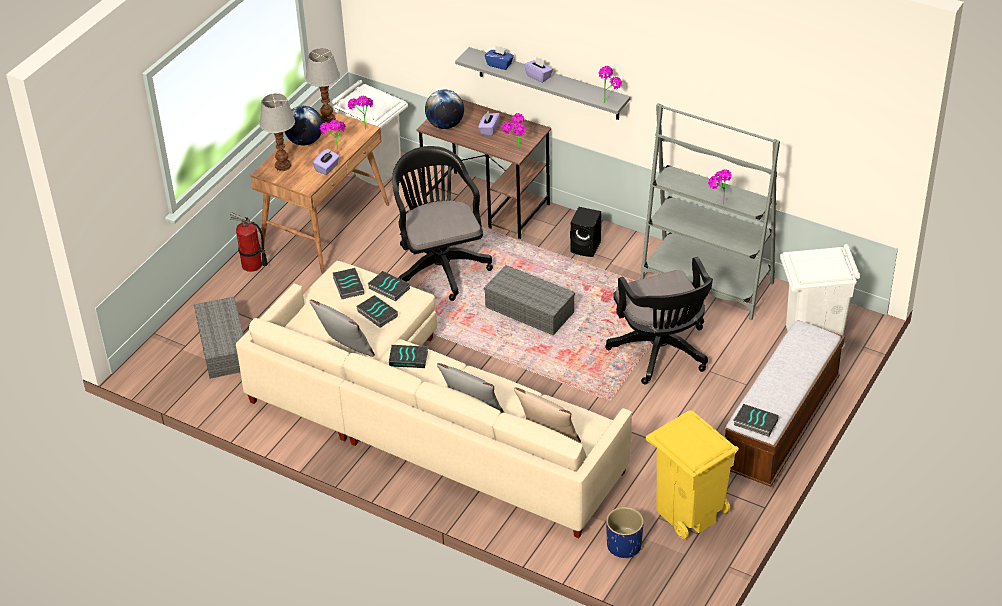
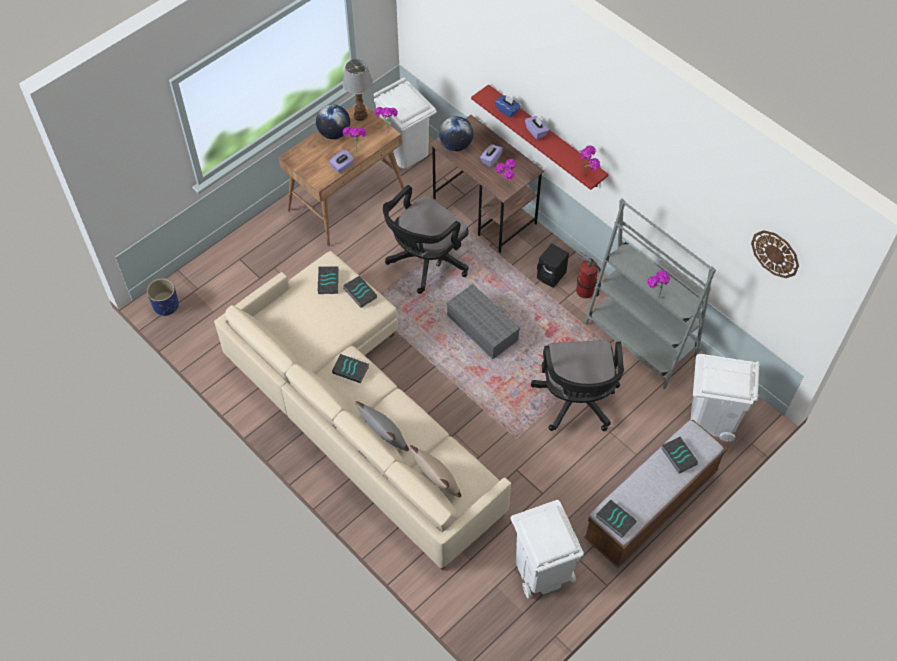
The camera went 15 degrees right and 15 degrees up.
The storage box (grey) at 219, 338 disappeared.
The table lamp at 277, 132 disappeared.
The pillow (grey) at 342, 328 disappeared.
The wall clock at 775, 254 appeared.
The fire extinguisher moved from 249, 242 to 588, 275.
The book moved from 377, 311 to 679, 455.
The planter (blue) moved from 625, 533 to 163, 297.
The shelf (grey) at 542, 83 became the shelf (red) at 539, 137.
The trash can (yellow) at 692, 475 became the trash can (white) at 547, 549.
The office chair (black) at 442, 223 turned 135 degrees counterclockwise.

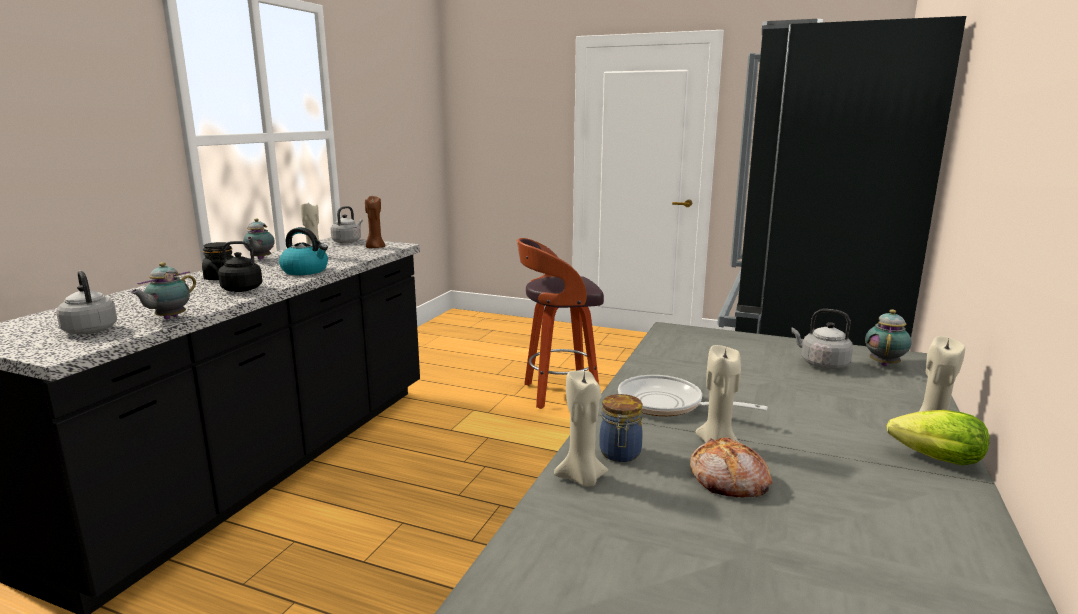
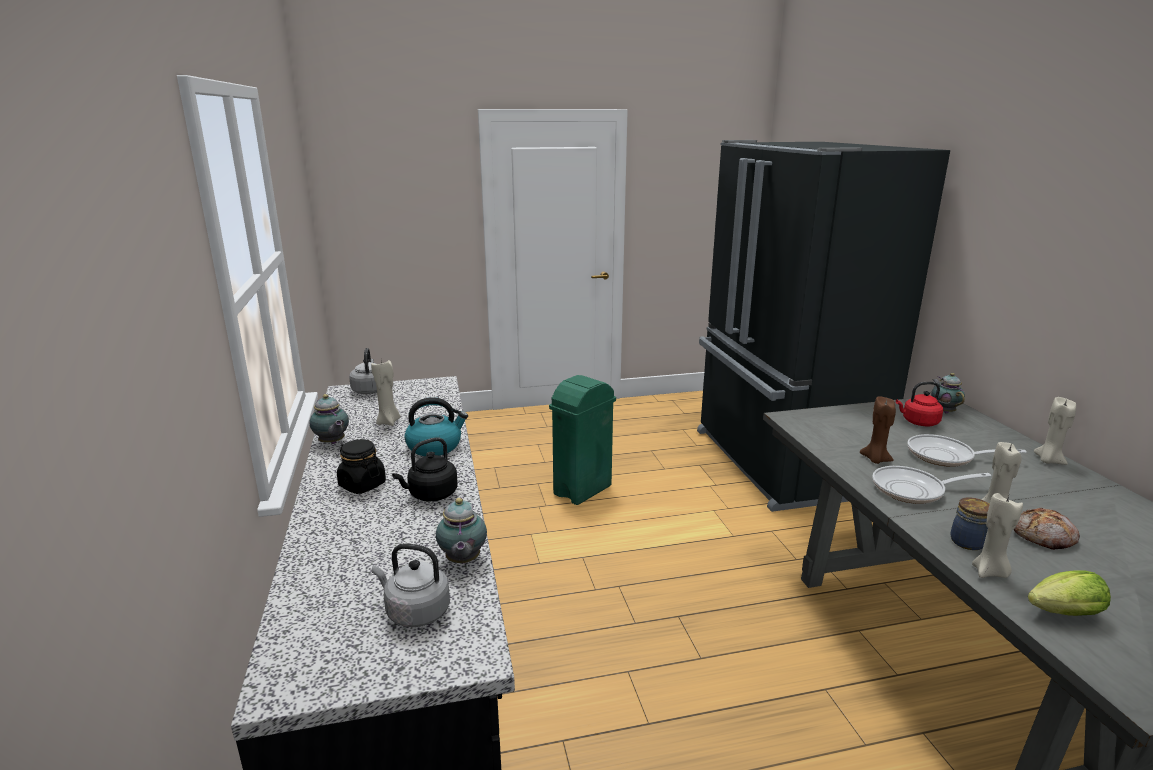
The camera went 35 degrees left and 5 degrees up.
The frying pan at 967, 450 appeared.
The candle (brown) moved from 375, 222 to 878, 430.
The lettuce moved from 938, 437 to 1069, 593.
The stool at 560, 323 was replaced by the trash can (green) at 582, 440.
The kettle (grey) at 822, 339 became the kettle (red) at 919, 404.

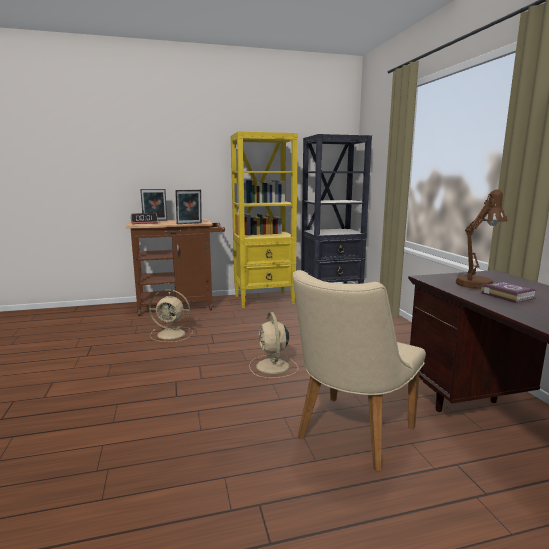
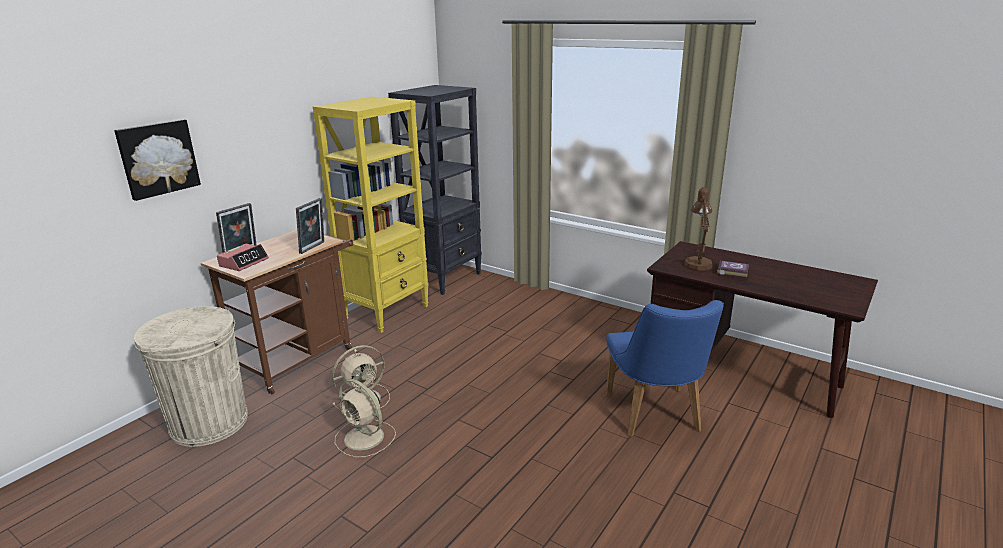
The camera went 40 degrees left and 10 degrees up.
The picture at 157, 160 appeared.
The trash can (beige) at 191, 376 appeared.
The fan (beige) moved from 273, 345 to 365, 418.
The chair (beige) at 359, 371 became the chair (blue) at 665, 368.

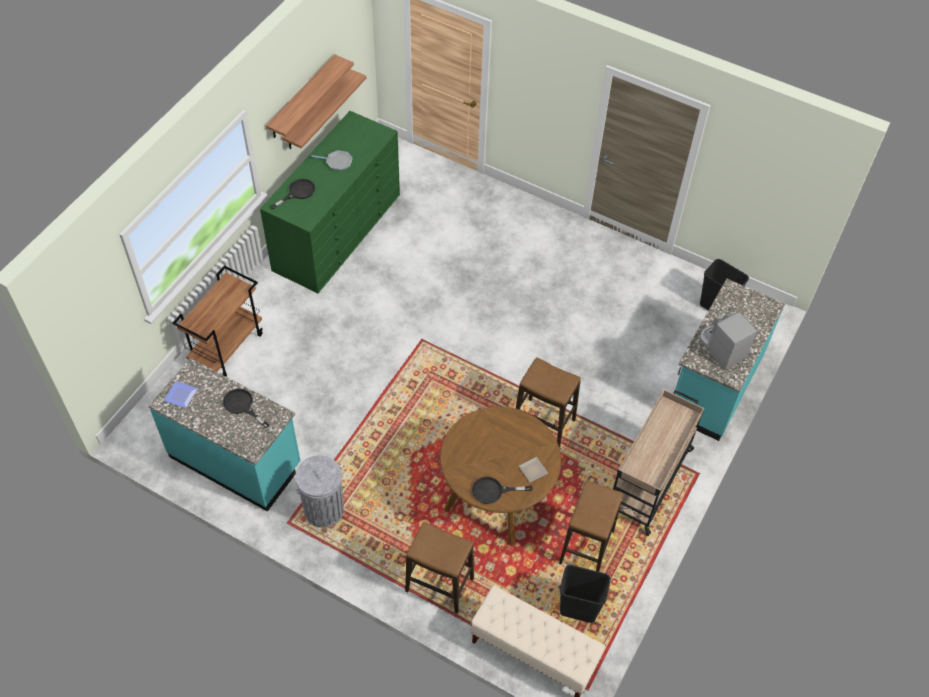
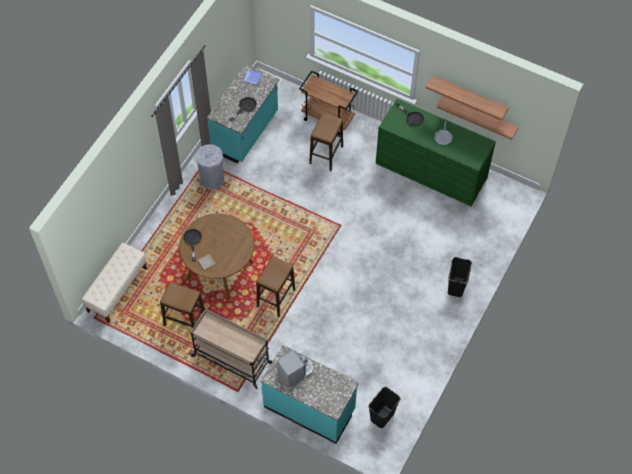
The camera went 90 degrees right and 5 degrees up.
The stool moved from 439, 568 to 326, 141.
The trash can (black) moved from 585, 594 to 460, 277.

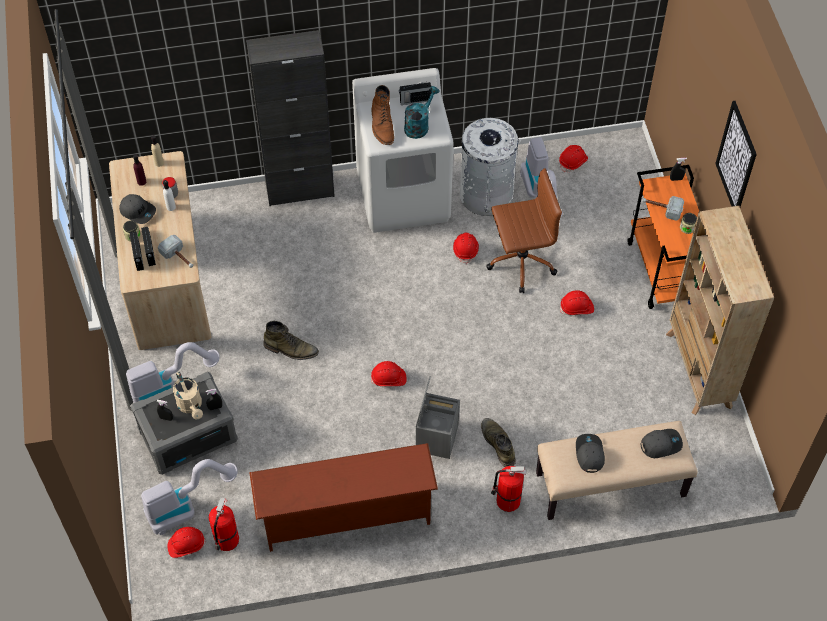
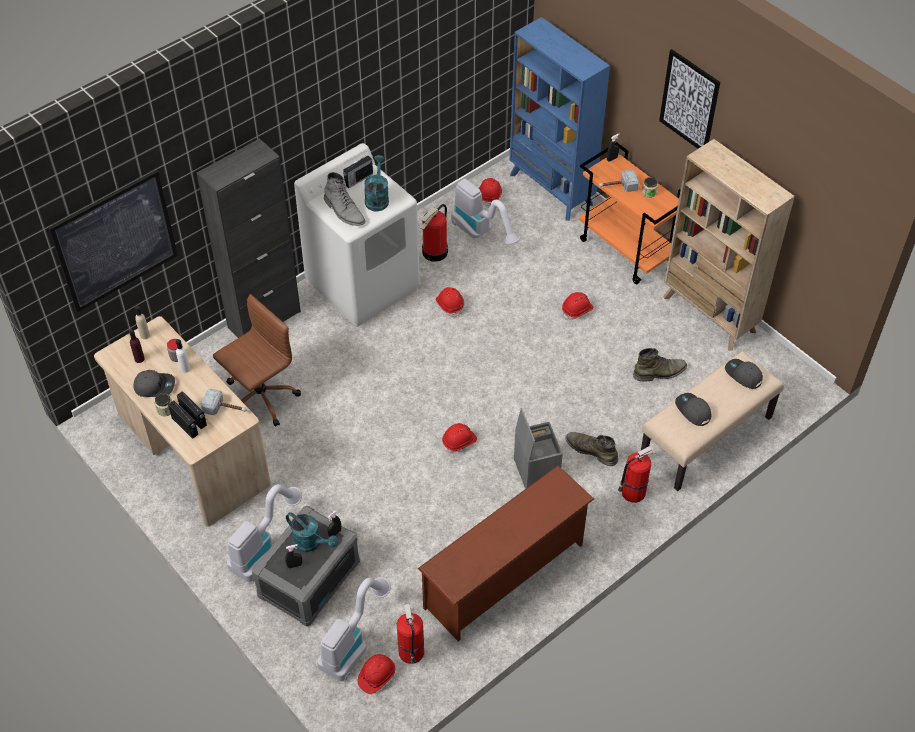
The camera went 30 degrees left and 5 degrees down.
The picture at 113, 241 appeared.
The bookcase (blue) at 559, 119 appeared.
The boot (green) moved from 291, 340 to 660, 365.
The office chair (brown) moved from 524, 230 to 257, 360.
The trash can (white) at 489, 167 was replaced by the fire extinguisher at 434, 233.
The watering can (beige) at 188, 396 became the watering can (turquoise) at 312, 532.
The boot (brown) at 382, 115 became the boot (grey) at 345, 199.
The cap (grey) at 661, 443 turned 90 degrees counterclockwise.

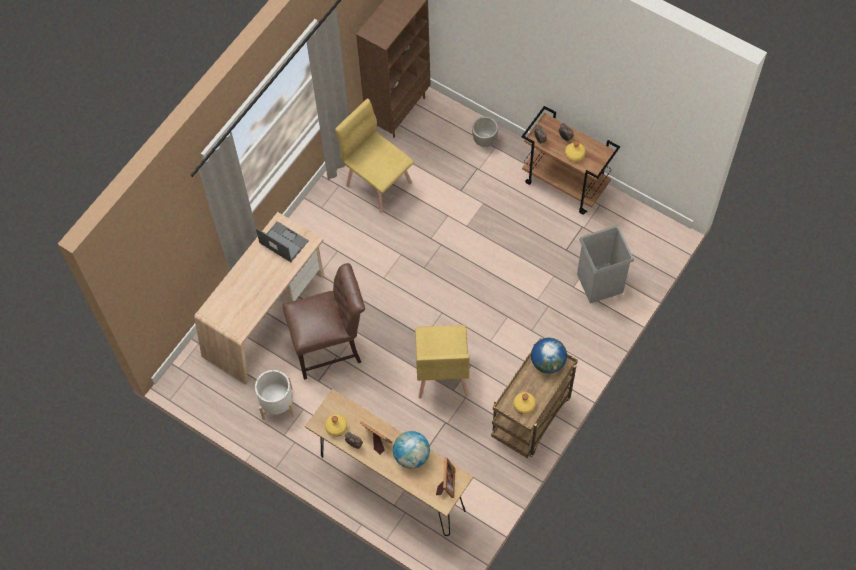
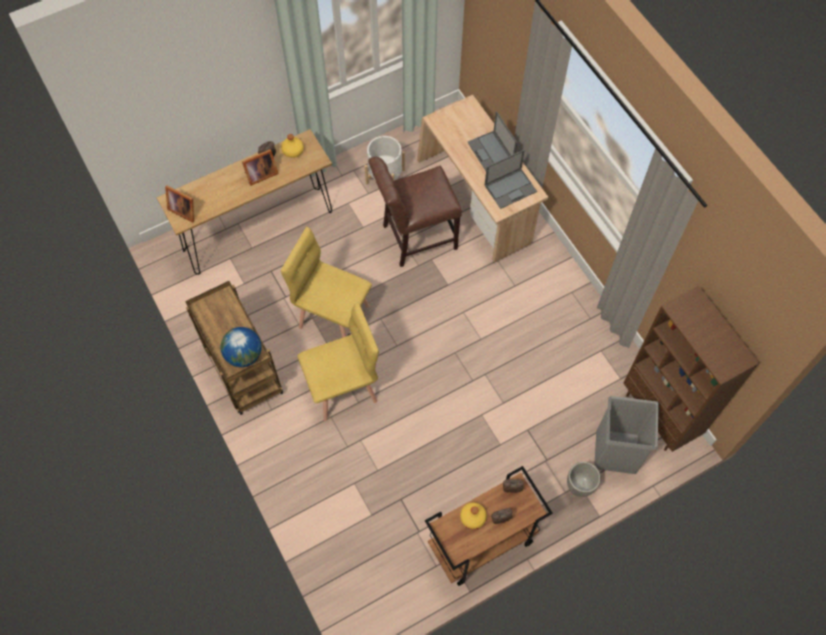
The camera went 115 degrees right and 0 degrees up.
The globe at 411, 450 disappeared.
The bottle (yellow) at 524, 403 disappeared.
The laptop at 492, 141 appeared.
The chair (yellow) moved from 374, 156 to 338, 362.
The trash can (grey) moved from 605, 264 to 626, 435.
The chair (brown) at 324, 321 turned 60 degrees clockwise.

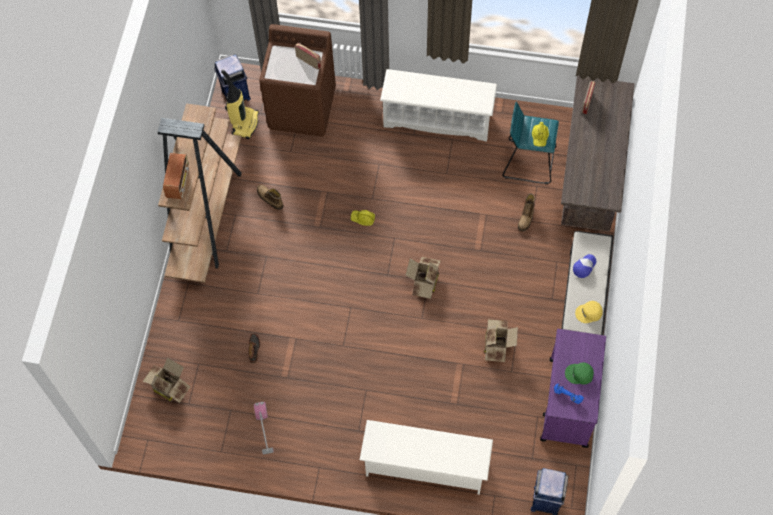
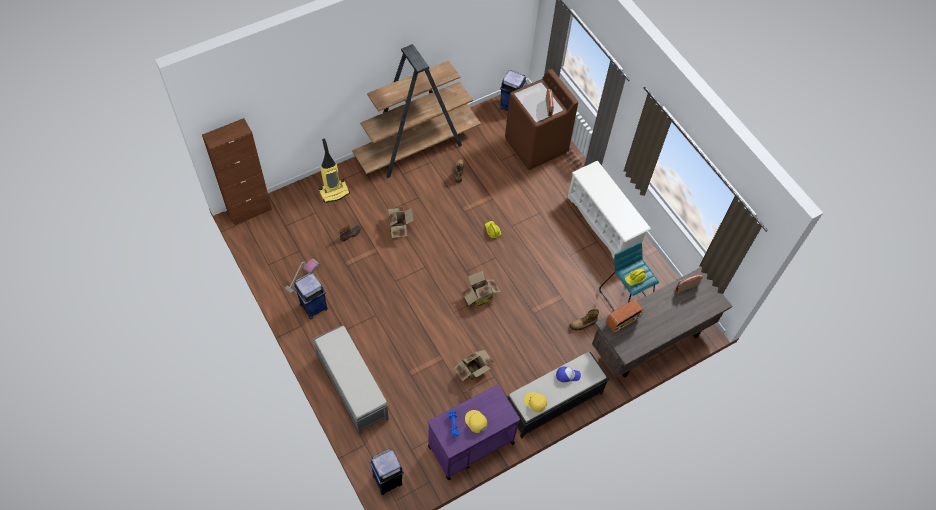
The camera went 45 degrees right and 5 degrees down.
The cabinet (brown) at 237, 172 appeared.
The trash can (blue) at 311, 295 appeared.
The cardboard box moved from 166, 380 to 401, 222.
The radio moved from 176, 176 to 624, 316.
The vacuum cleaner moved from 240, 104 to 334, 171.
The shoe rack (white) at 426, 457 was replaced by the bench (grey) at 350, 380.
The cap (green) at 579, 373 became the cap (yellow) at 476, 421.

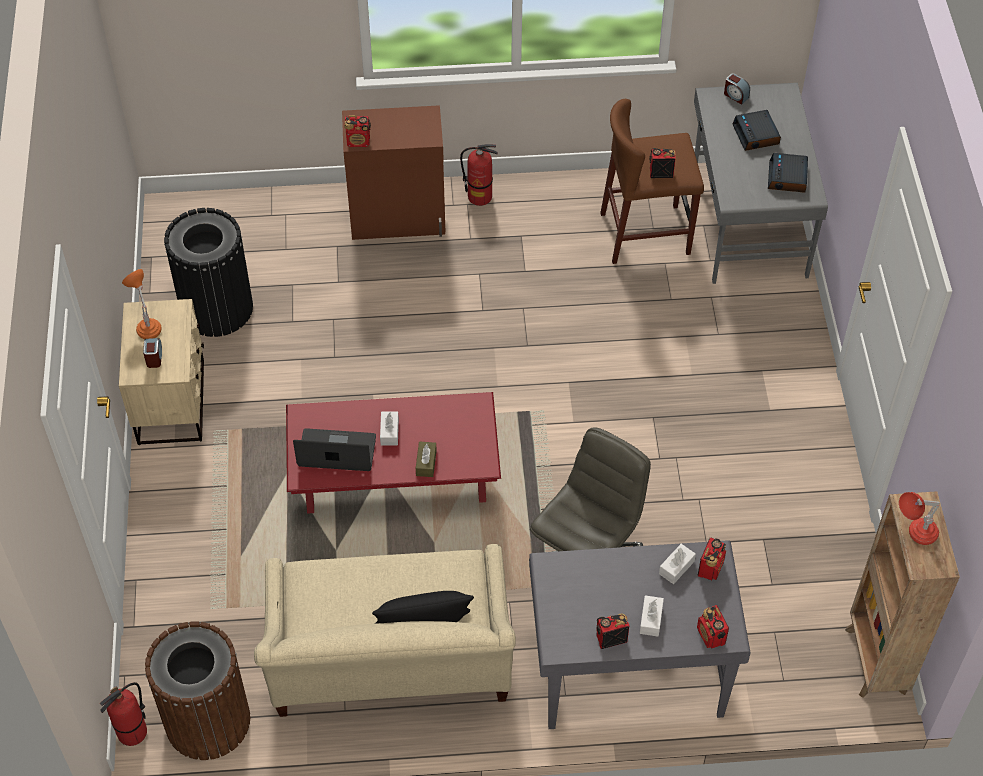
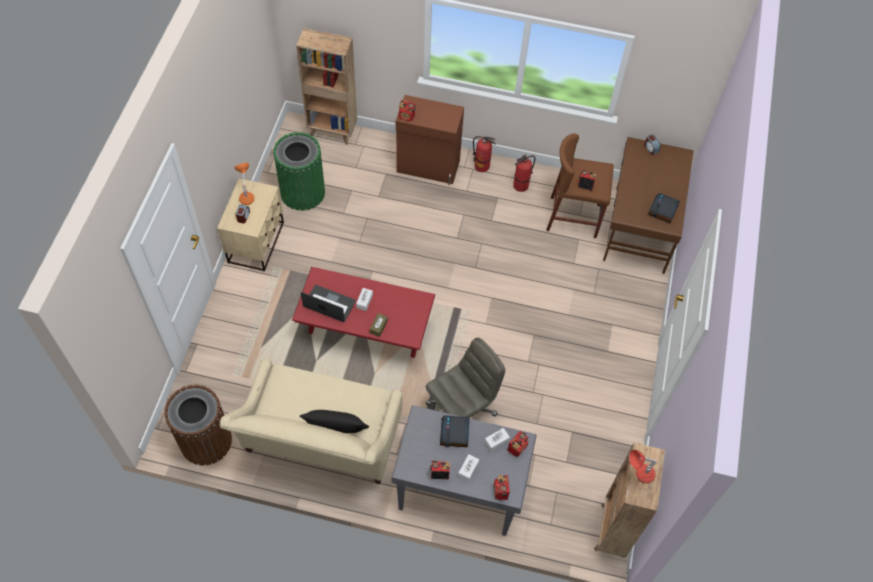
The camera went 15 degrees right and 5 degrees up.
The bookcase (brown) at 326, 86 appeared.
The fire extinguisher moved from 123, 714 to 524, 173.
The alarm clock moved from 757, 130 to 454, 431.
The trash can (black) at 208, 272 became the trash can (green) at 299, 171.
The desk (grey) at 761, 183 became the desk (brown) at 648, 205.

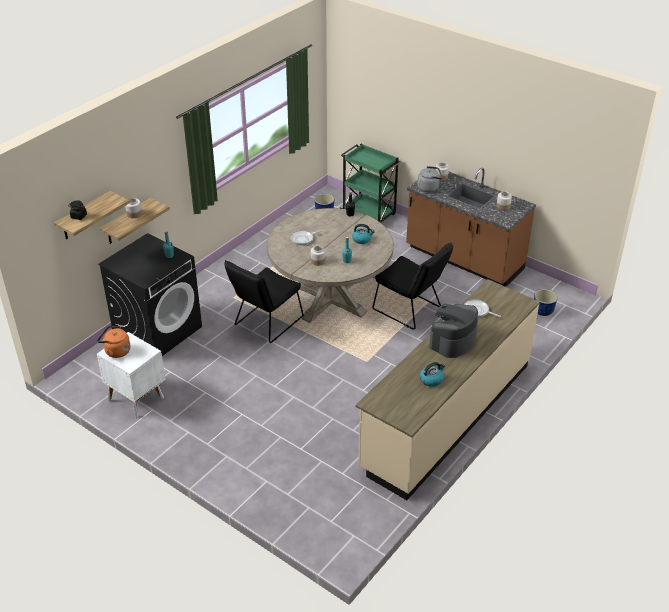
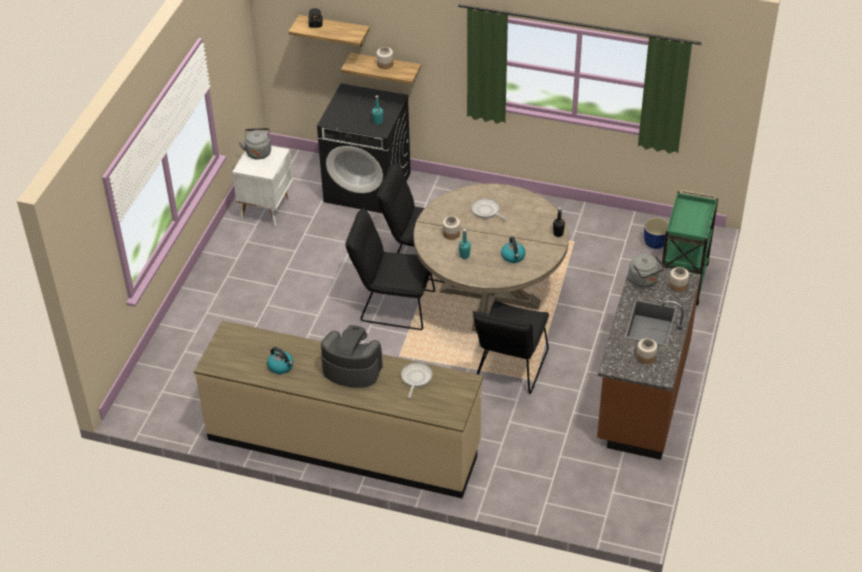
The camera went 70 degrees right and 5 degrees up.
The planter at 546, 302 disappeared.
The chair (black) at 390, 269 appeared.
The kettle (orange) at 113, 342 became the kettle (grey) at 255, 144.

